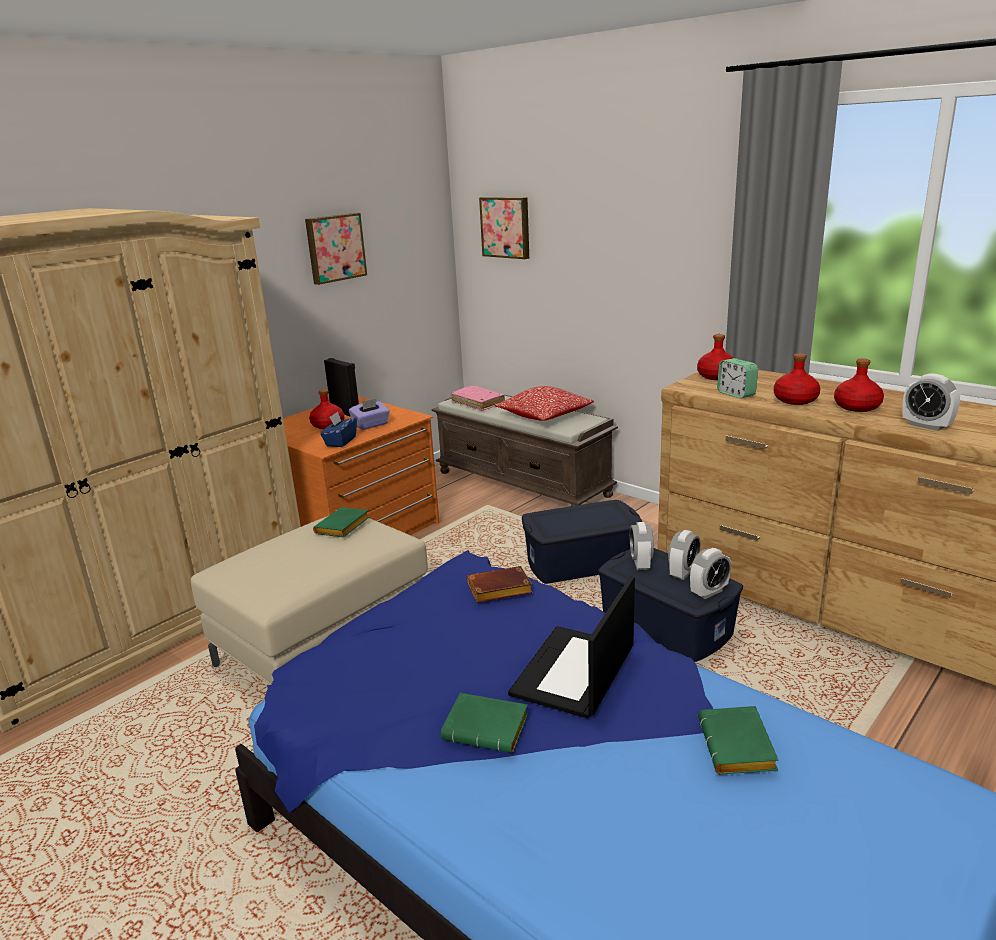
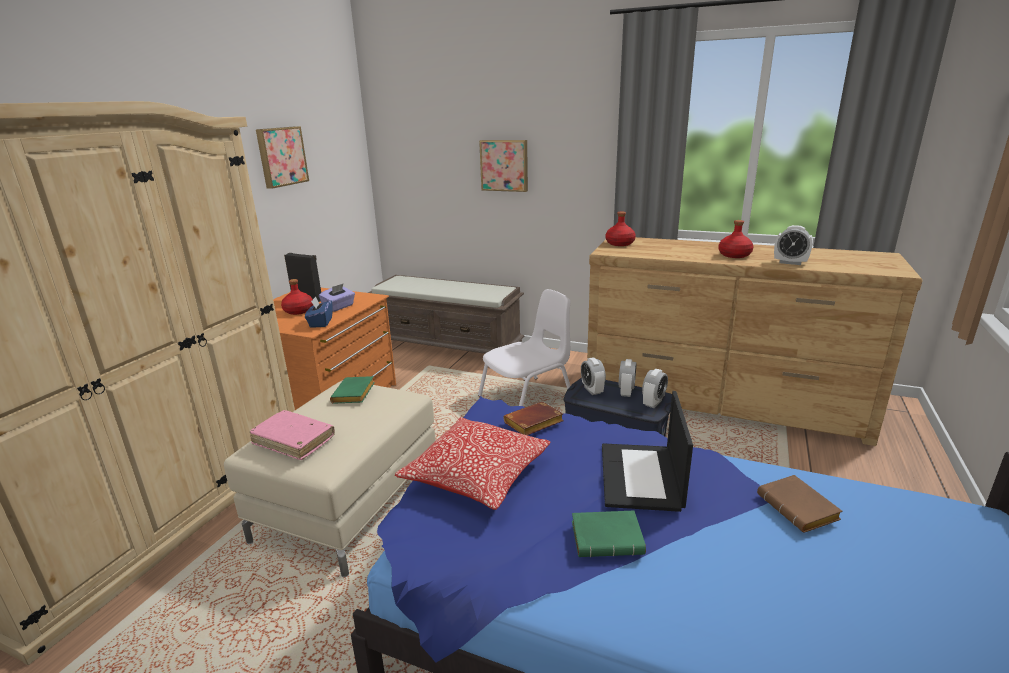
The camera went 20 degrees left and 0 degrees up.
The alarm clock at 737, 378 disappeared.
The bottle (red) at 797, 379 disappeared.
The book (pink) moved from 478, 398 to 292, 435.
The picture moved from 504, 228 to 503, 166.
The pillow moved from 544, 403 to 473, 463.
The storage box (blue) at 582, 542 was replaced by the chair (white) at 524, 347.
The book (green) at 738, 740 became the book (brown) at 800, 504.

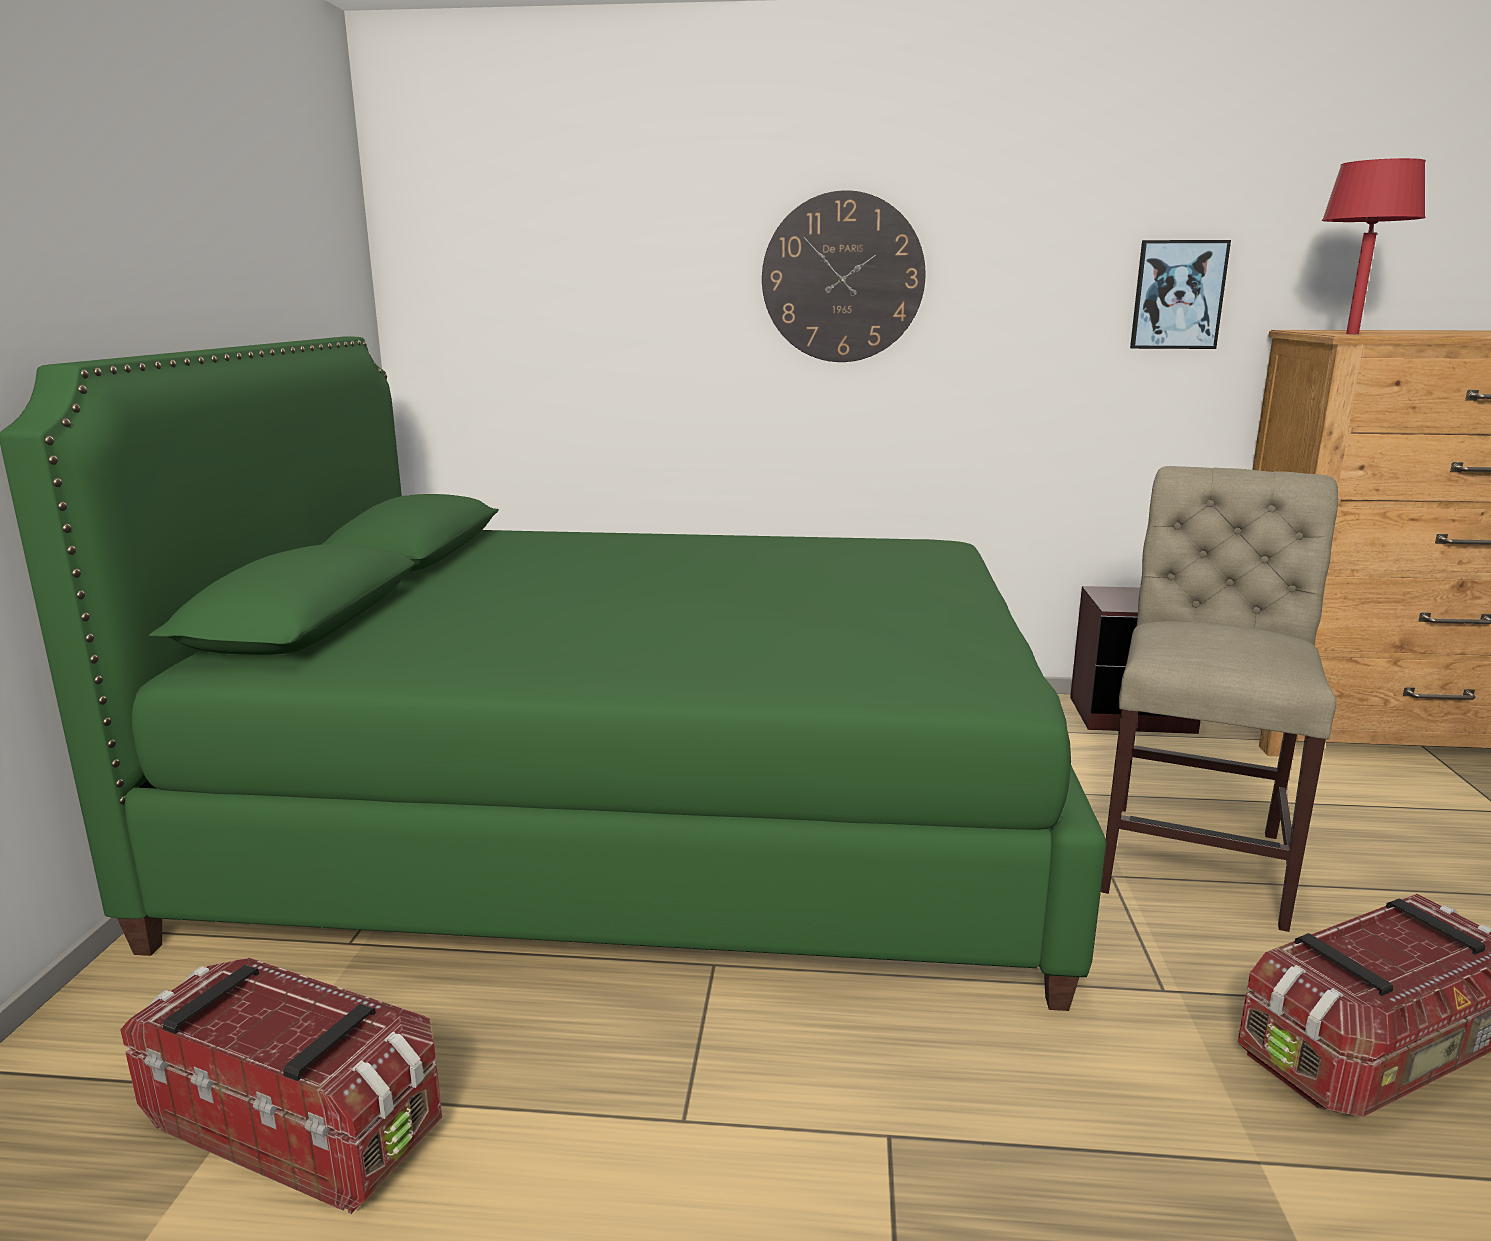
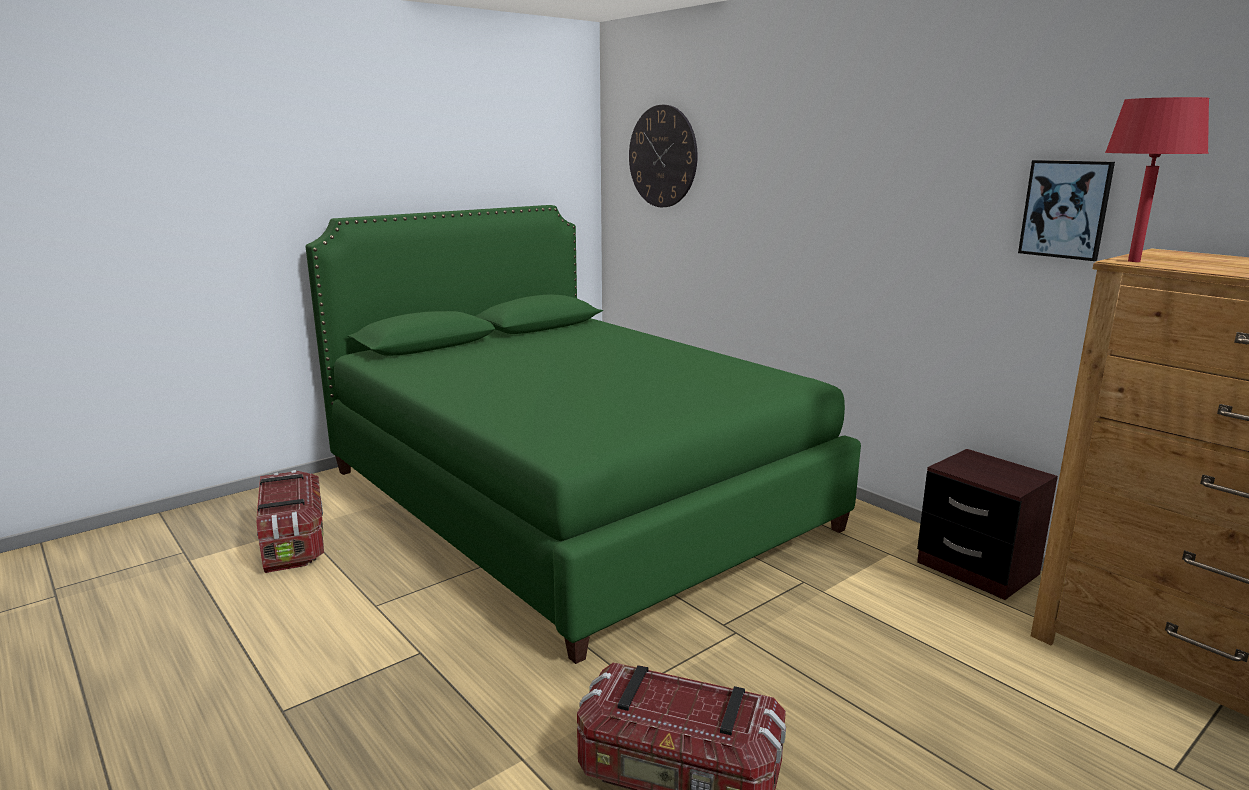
The camera went 45 degrees right and 0 degrees up.
The chair (beige) at 1219, 699 disappeared.
The wall clock moved from 844, 276 to 663, 156.

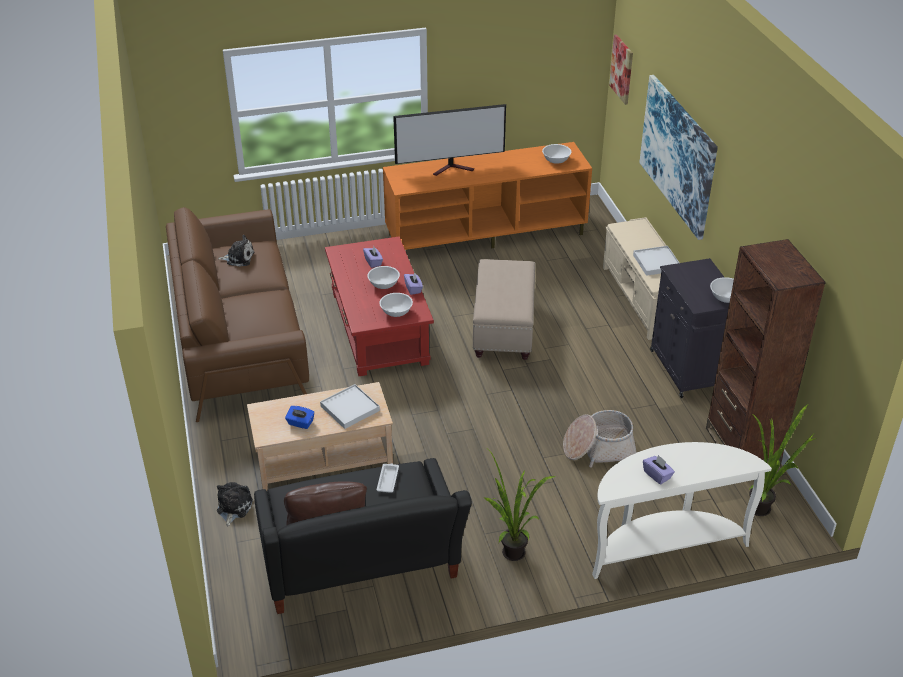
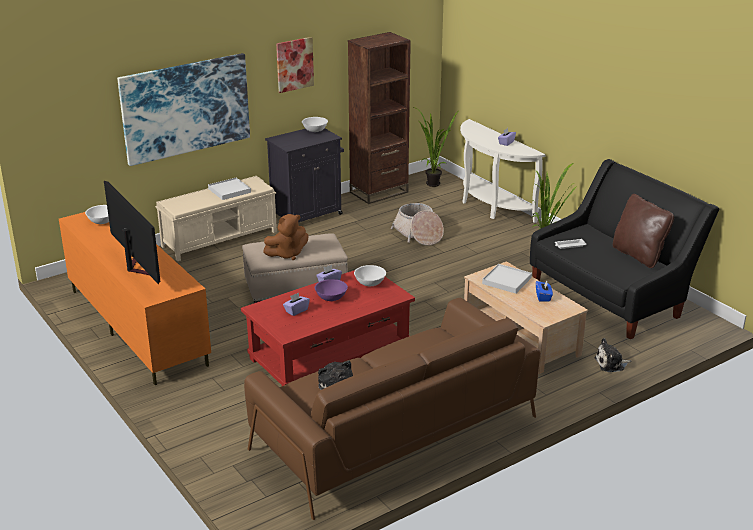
The camera went 110 degrees left and 10 degrees down.
The plush toy (brown) at 285, 237 appeared.
The picture moved from 621, 70 to 295, 65.
The bowl (white) at 383, 277 became the bowl (purple) at 331, 290.

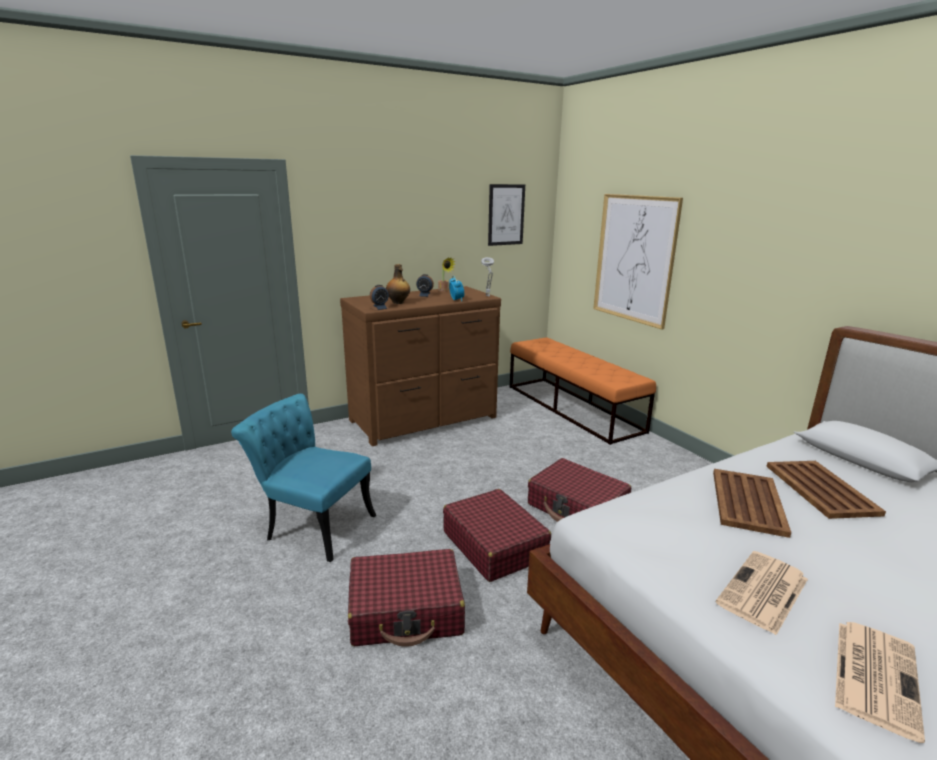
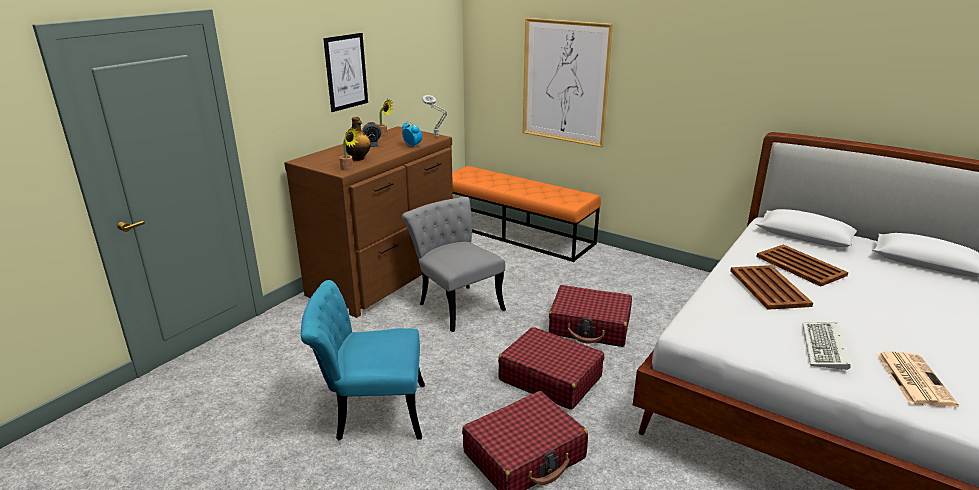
The camera went 25 degrees left and 5 degrees up.
The chair (grey) at 454, 264 appeared.
The picture moved from 506, 215 to 345, 72.
The alarm clock at 380, 297 was replaced by the potted plant at 349, 149.
The newspaper at 761, 593 was replaced by the keyboard at 826, 346.

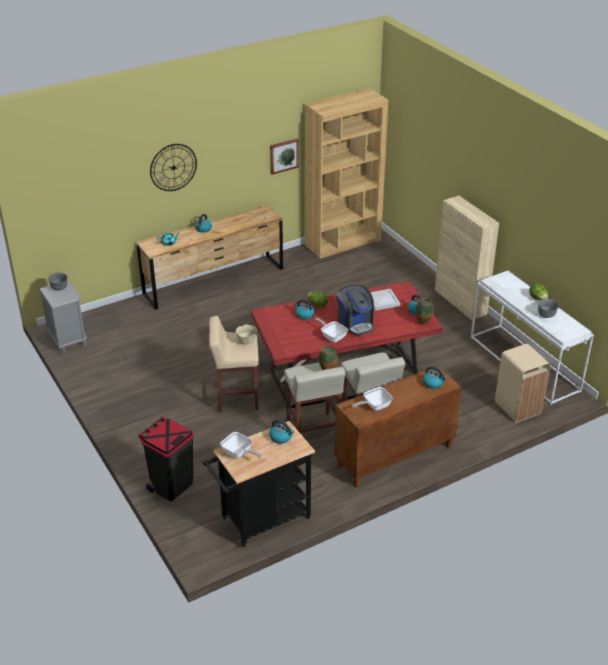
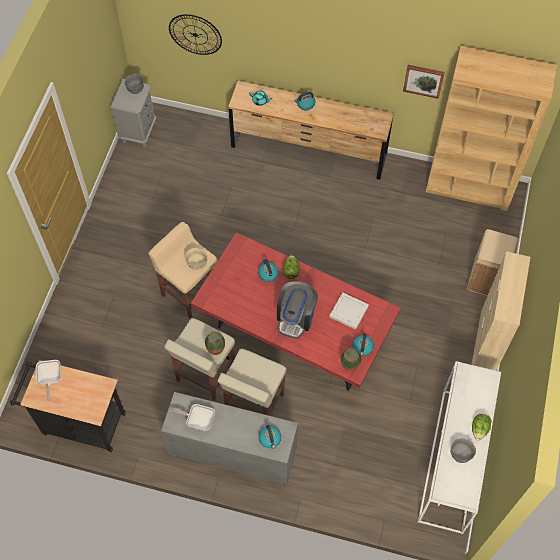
The camera went 45 degrees right and 25 degrees up.
The trash can (black) at 166, 459 disappeared.
The kettle at 281, 432 disappeared.
The frying pan at 331, 330 disappeared.
The wall clock moved from 173, 167 to 195, 34.
The trash can (beige) moved from 523, 383 to 492, 262.
The cabinet (brown) at 397, 426 became the cabinet (grey) at 229, 438.

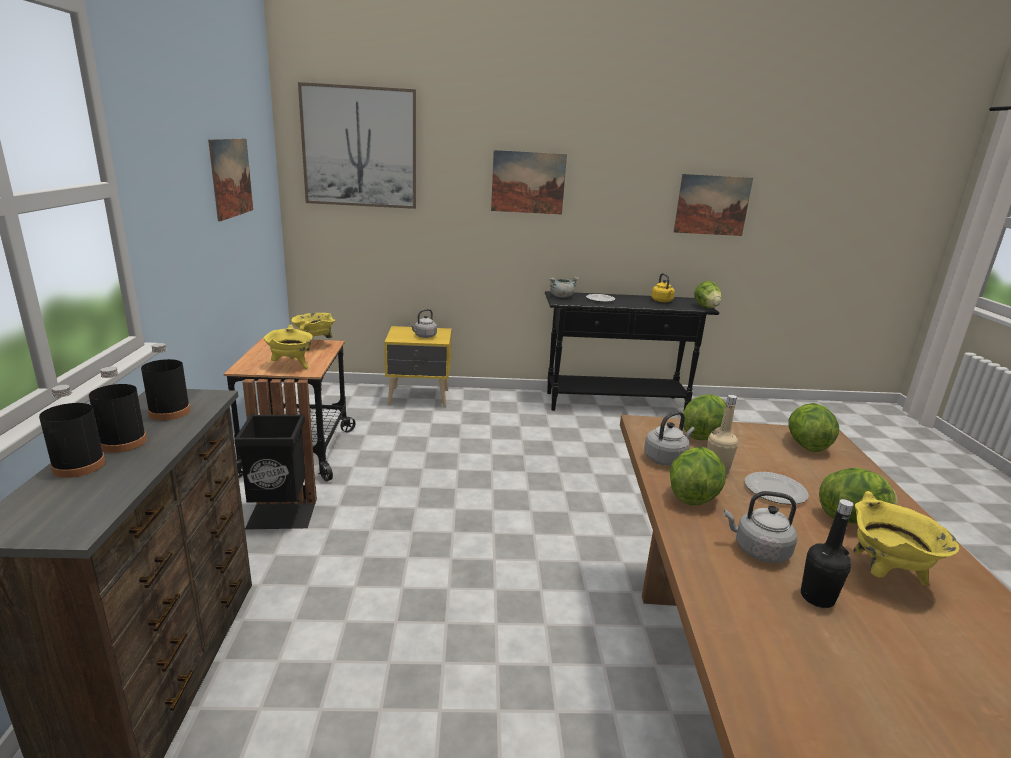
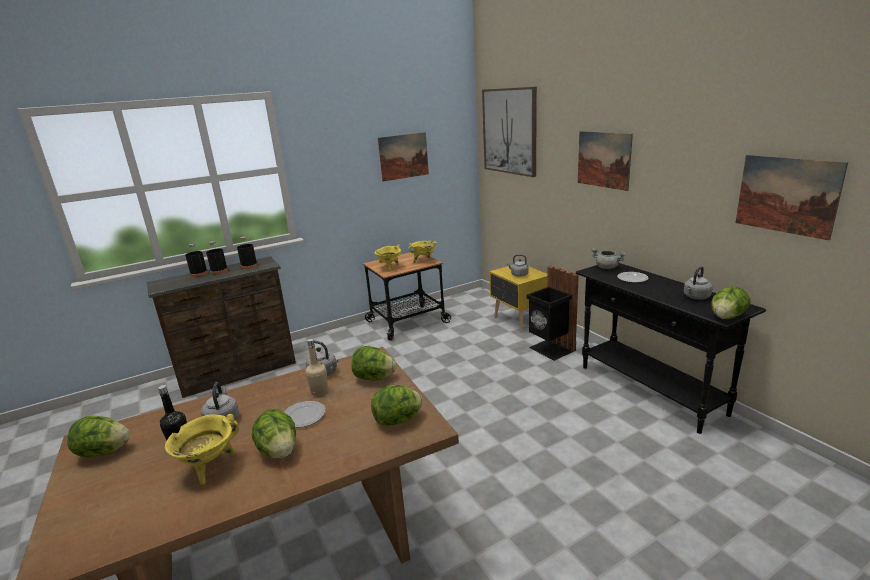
The camera went 65 degrees right and 0 degrees up.
The trash can (black) moved from 275, 454 to 553, 313.
The lettuce moved from 698, 476 to 98, 436.
The kettle (yellow) at 663, 287 became the kettle (grey) at 698, 283.

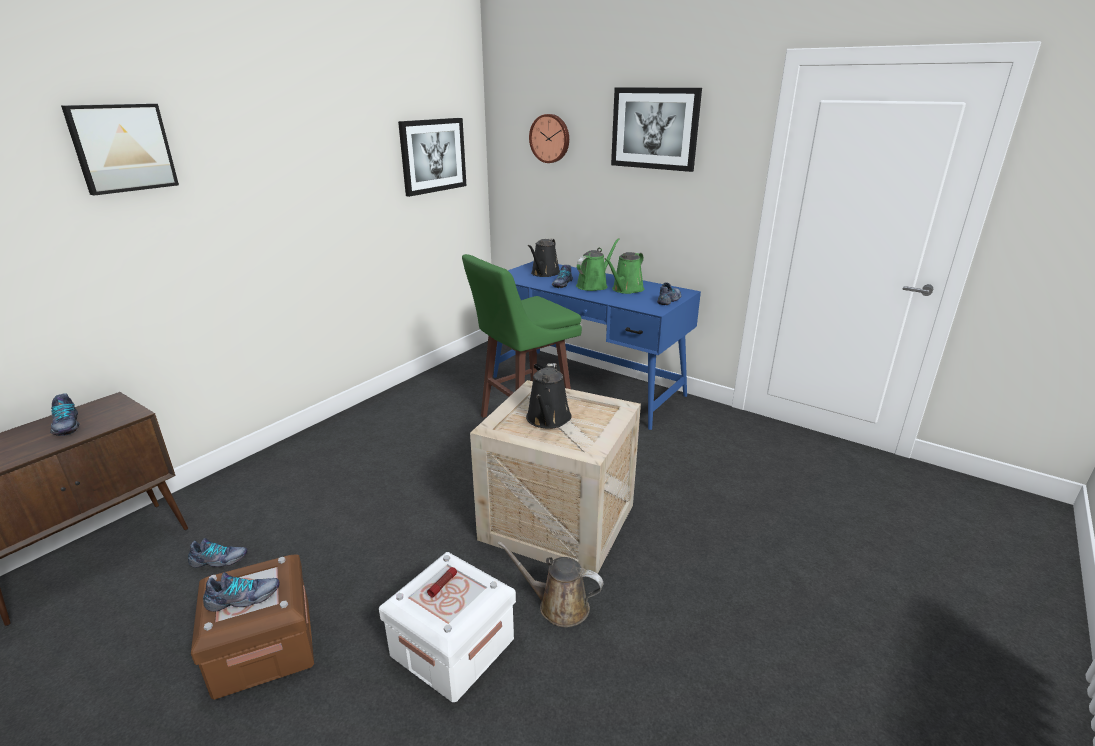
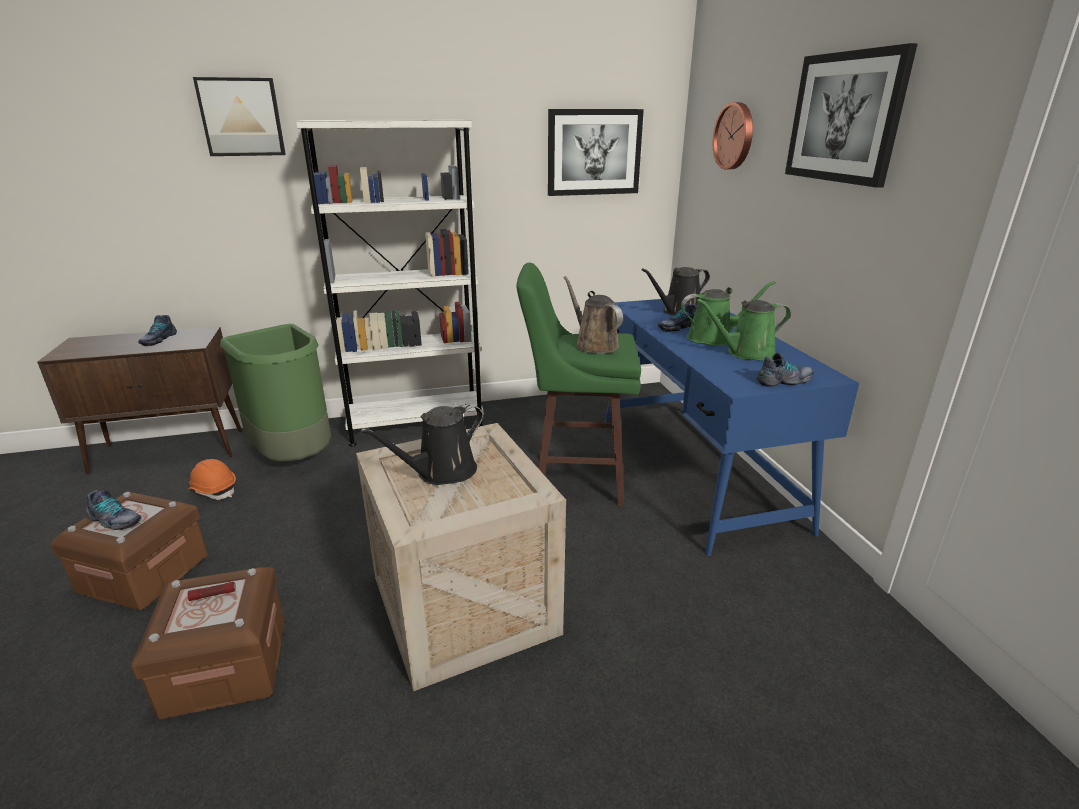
The camera went 40 degrees right and 0 degrees up.
The trash can (green) at 275, 393 appeared.
The bookcase (white) at 390, 283 appeared.
The watering can (brown) moved from 550, 584 to 593, 315.
The shoe at 217, 553 was replaced by the hard hat (orange) at 212, 479.
The storage box (white) at 447, 627 became the storage box (brown) at 208, 643.

